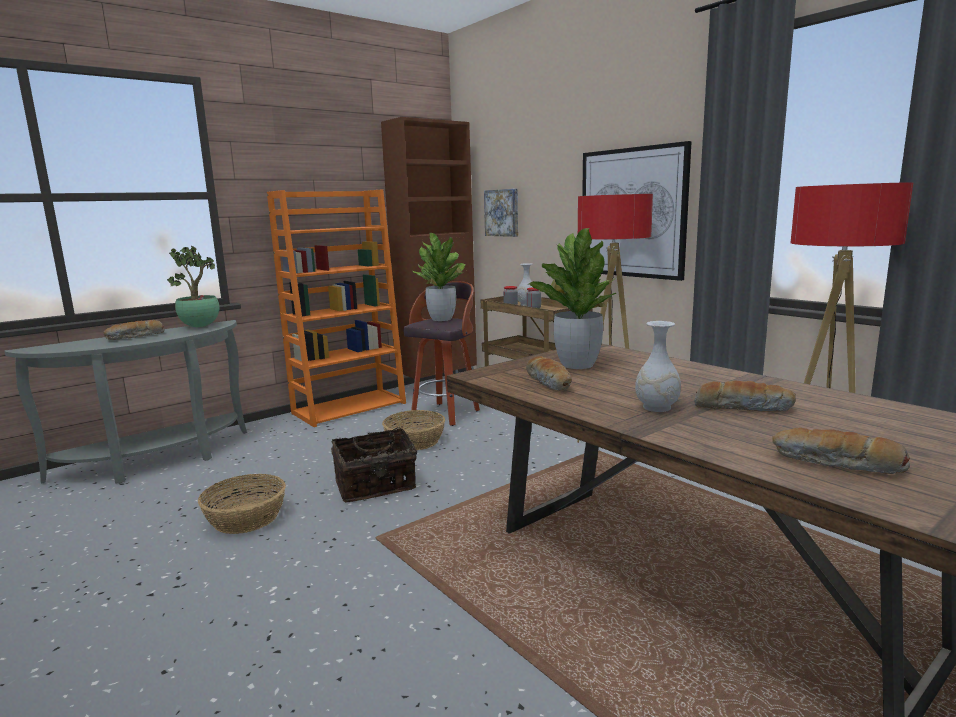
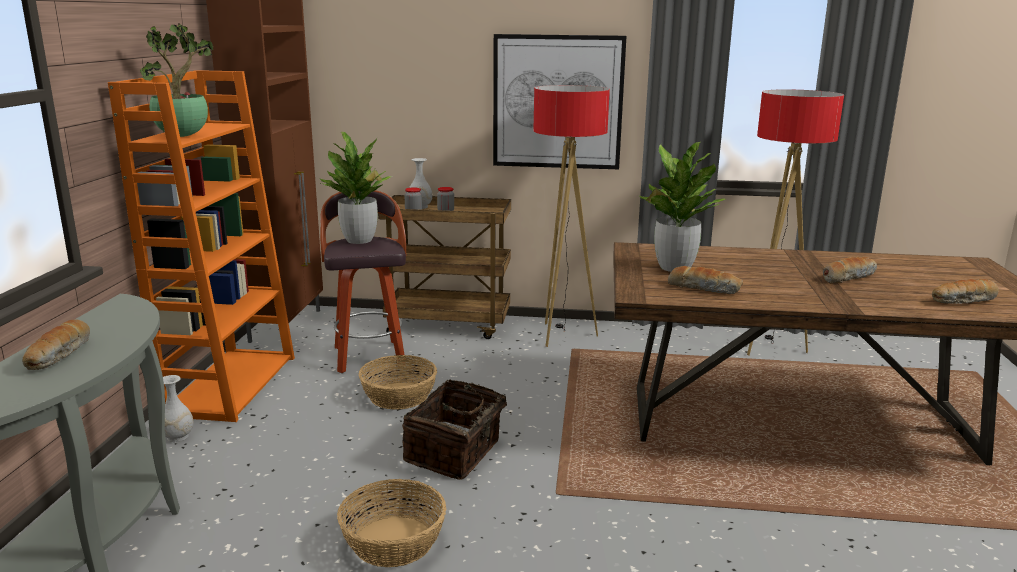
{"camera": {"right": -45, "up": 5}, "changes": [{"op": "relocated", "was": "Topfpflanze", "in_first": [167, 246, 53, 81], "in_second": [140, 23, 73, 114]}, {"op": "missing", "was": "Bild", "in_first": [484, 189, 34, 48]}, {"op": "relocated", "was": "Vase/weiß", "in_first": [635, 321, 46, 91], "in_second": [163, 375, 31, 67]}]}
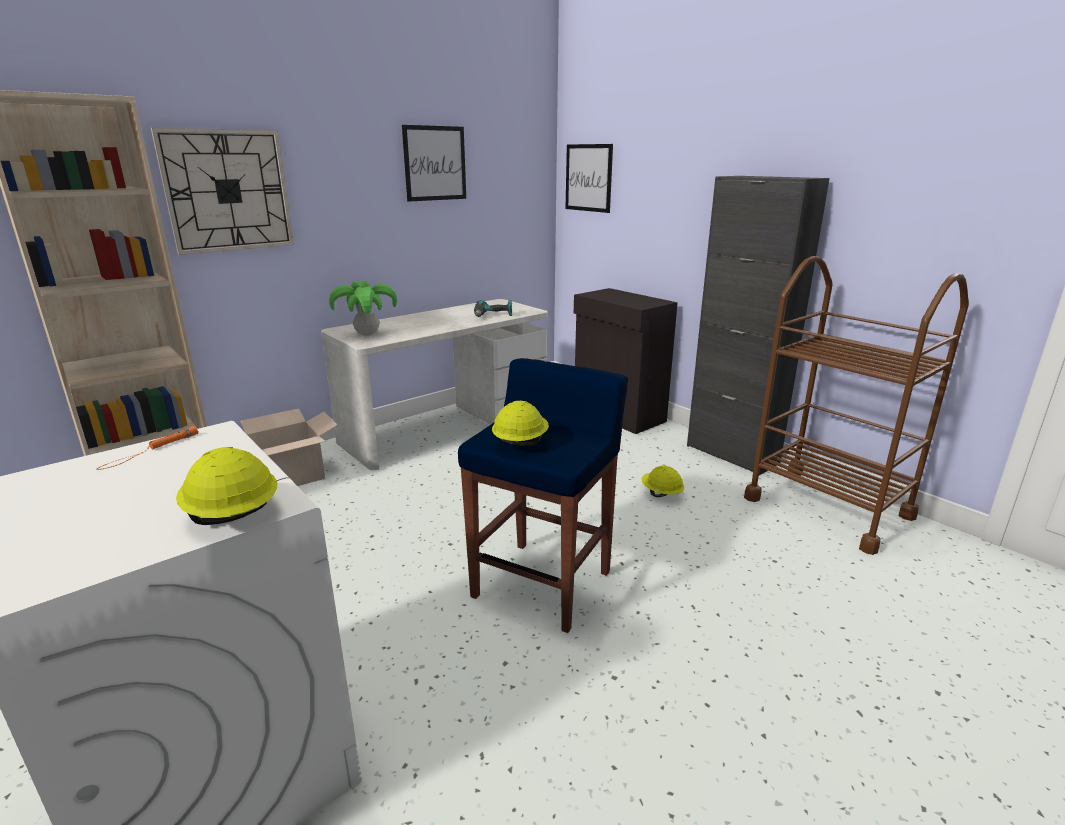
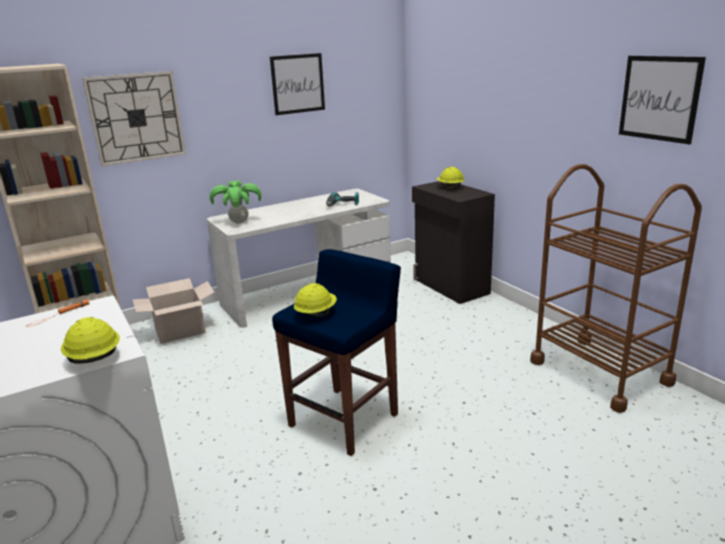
{"camera": {"right": 10, "up": 0}, "changes": [{"op": "relocated", "was": "Bild", "in_first": [566, 144, 47, 69], "in_second": [619, 56, 87, 88]}, {"op": "relocated", "was": "Schutzhelm/gelb", "in_first": [641, 465, 43, 32], "in_second": [437, 167, 27, 22]}, {"op": "missing", "was": "Schrank/schwarz", "in_first": [687, 176, 143, 299]}]}
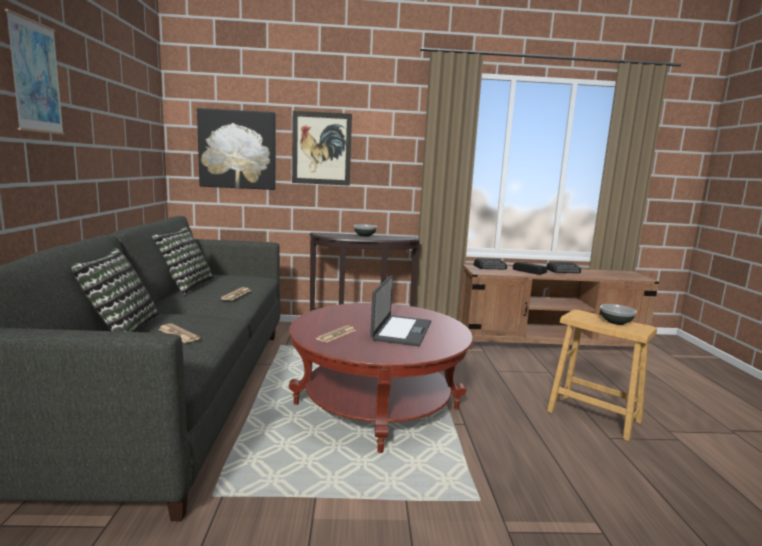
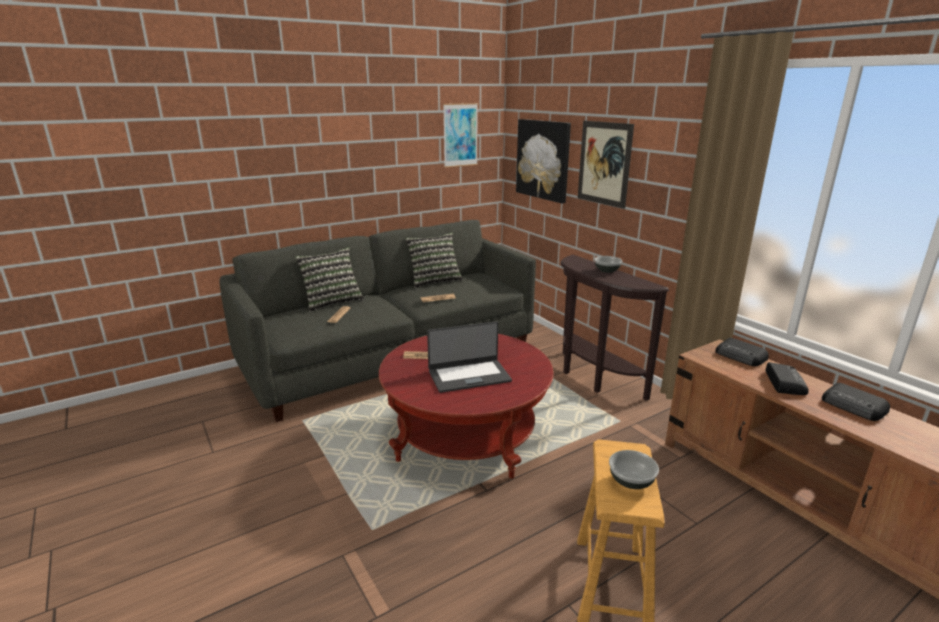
{"camera": {"right": 60, "up": 10}, "changes": [{"op": "relocated", "was": "Bild", "in_first": [5, 9, 59, 125], "in_second": [443, 103, 35, 65]}]}
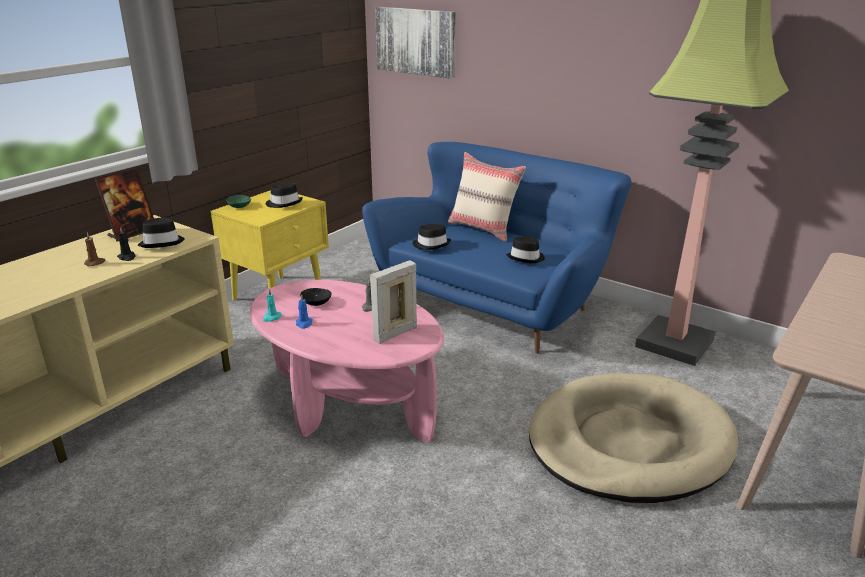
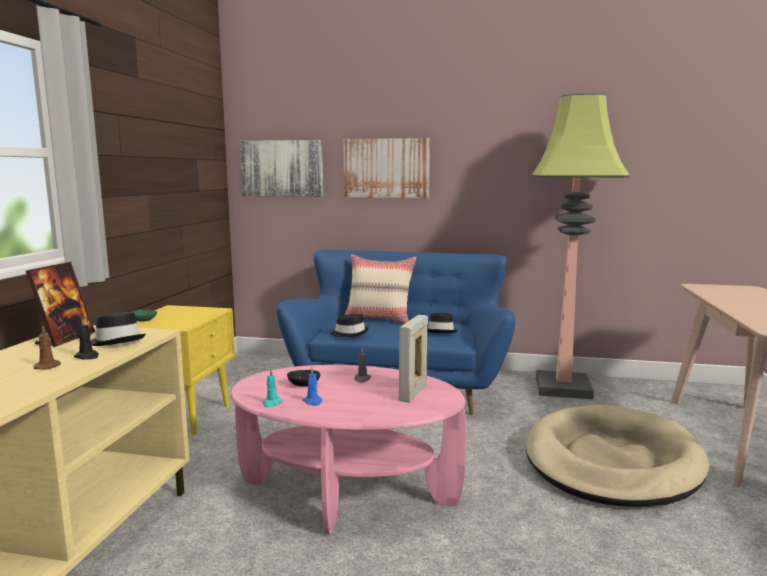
{"camera": {"right": -25, "up": -15}, "changes": [{"op": "missing", "was": "Hut/schwarz", "in_first": [266, 184, 37, 24]}, {"op": "appeared", "now": "Bild", "in_second": [343, 138, 87, 60]}]}
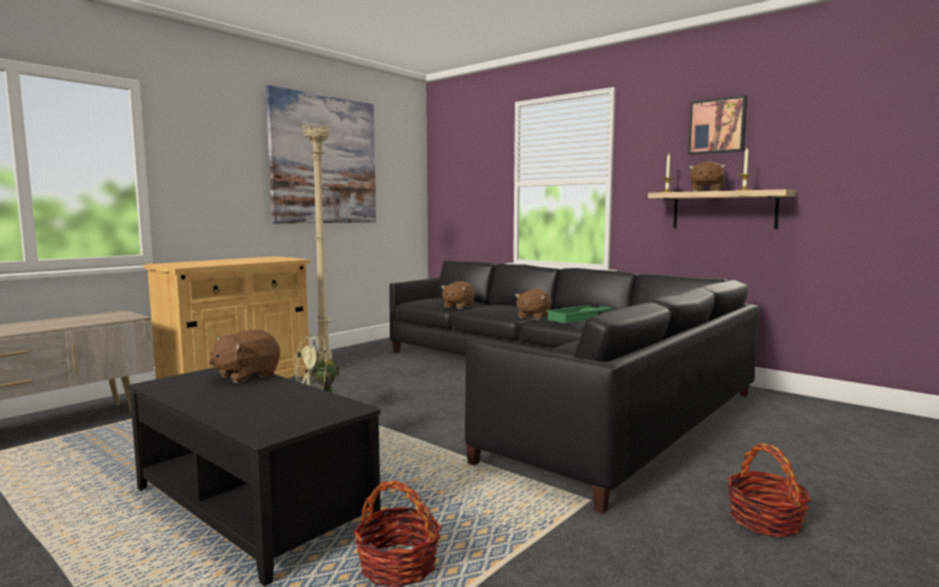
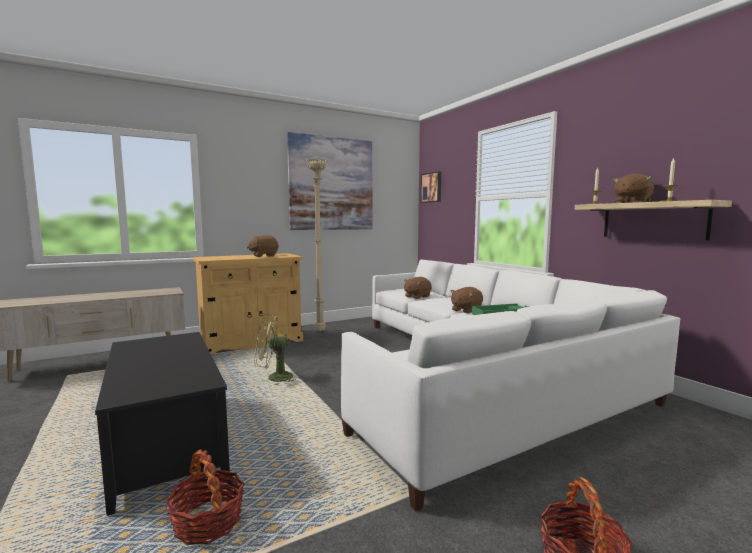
{"camera": {"right": 20, "up": 0}, "changes": [{"op": "relocated", "was": "Plüschtier/braun", "in_first": [209, 330, 71, 53], "in_second": [247, 235, 32, 22]}, {"op": "colour", "was": "Sofa/schwarz", "now": "Sofa/weiß", "in_first": [389, 261, 370, 253], "in_second": [341, 260, 339, 252]}, {"op": "relocated", "was": "Bild", "in_first": [688, 95, 59, 60], "in_second": [420, 171, 21, 32]}]}
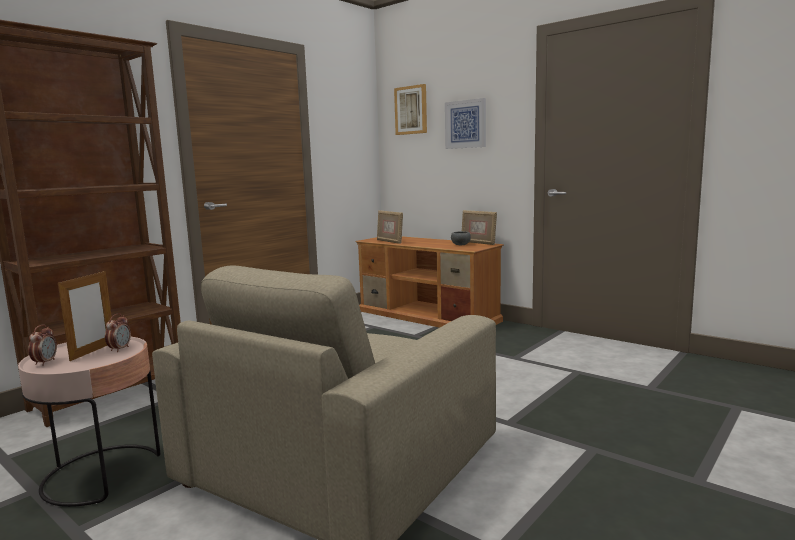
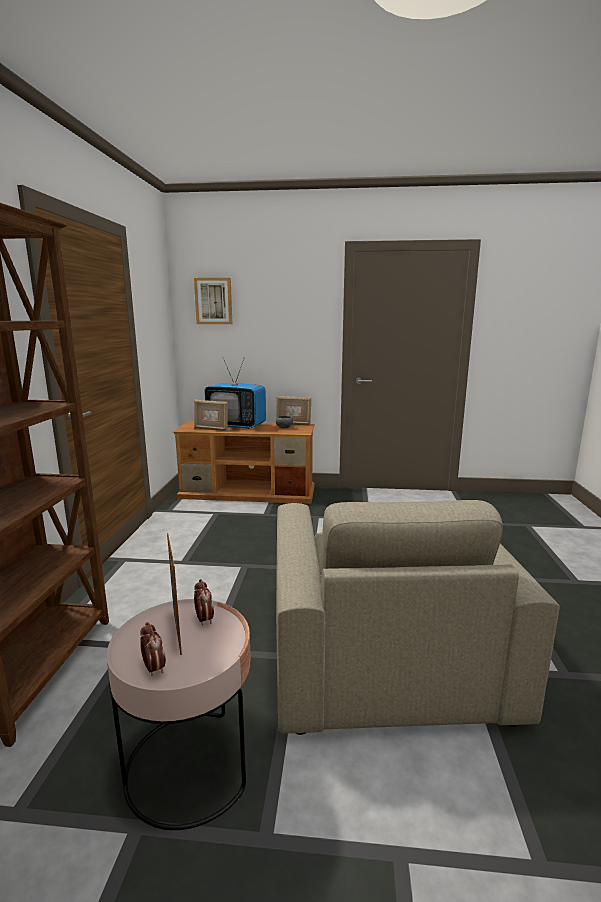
{"camera": {"right": -35, "up": 5}, "changes": [{"op": "missing", "was": "Bild", "in_first": [445, 98, 41, 51]}, {"op": "appeared", "now": "Fernseher", "in_second": [204, 357, 62, 72]}]}
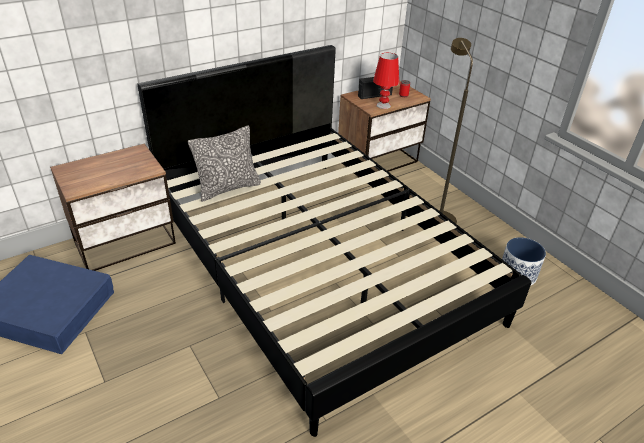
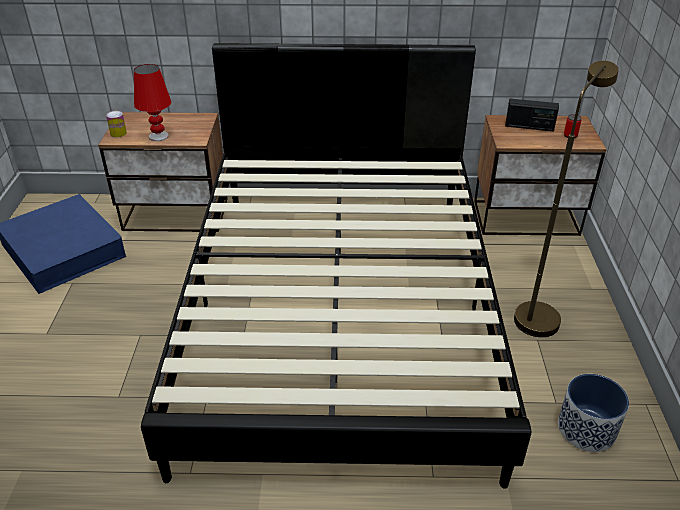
{"camera": {"right": 35, "up": 0}, "changes": [{"op": "missing", "was": "Kissen", "in_first": [188, 126, 73, 76]}, {"op": "relocated", "was": "Tischlampe/rot", "in_first": [373, 53, 26, 56], "in_second": [134, 64, 37, 77]}, {"op": "appeared", "now": "Dose", "in_second": [106, 111, 21, 26]}]}
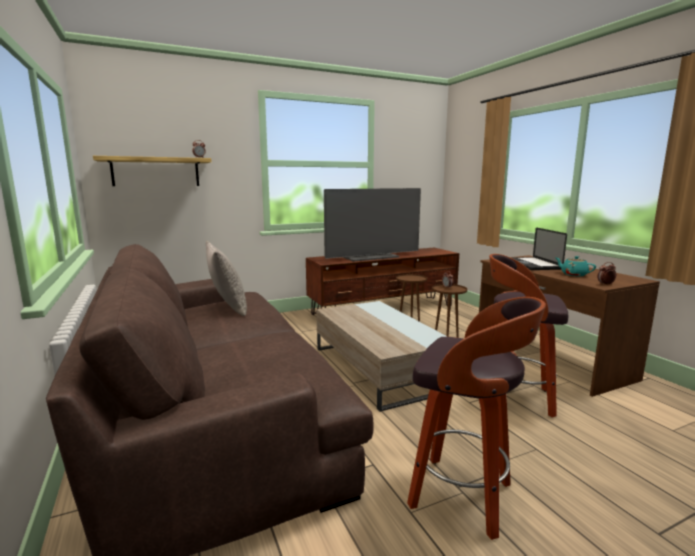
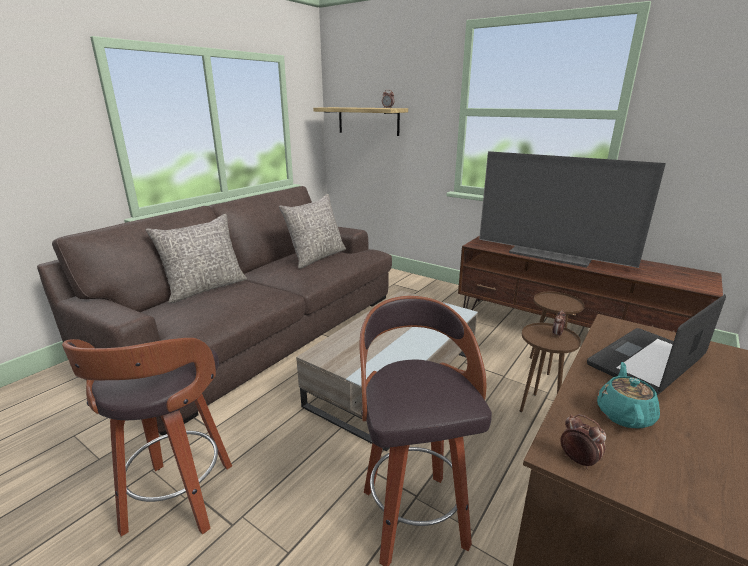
{"camera": {"right": 60, "up": 10}, "changes": [{"op": "appeared", "now": "Kissen/grau", "in_second": [146, 214, 101, 89]}]}
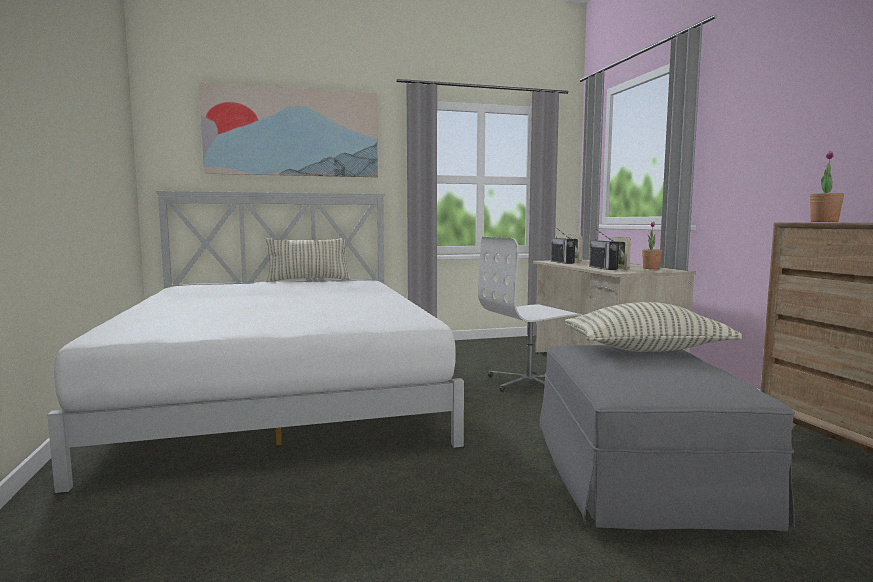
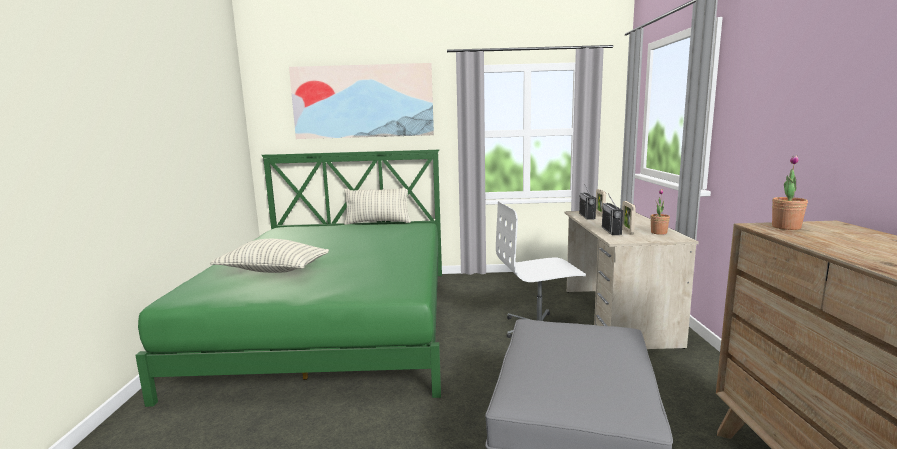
{"camera": {"right": 15, "up": 5}, "changes": [{"op": "colour", "was": "Bett/weiß", "now": "Bett/grün", "in_first": [47, 191, 417, 302], "in_second": [135, 150, 307, 257]}, {"op": "relocated", "was": "Kissen", "in_first": [565, 302, 177, 50], "in_second": [210, 239, 119, 34]}]}
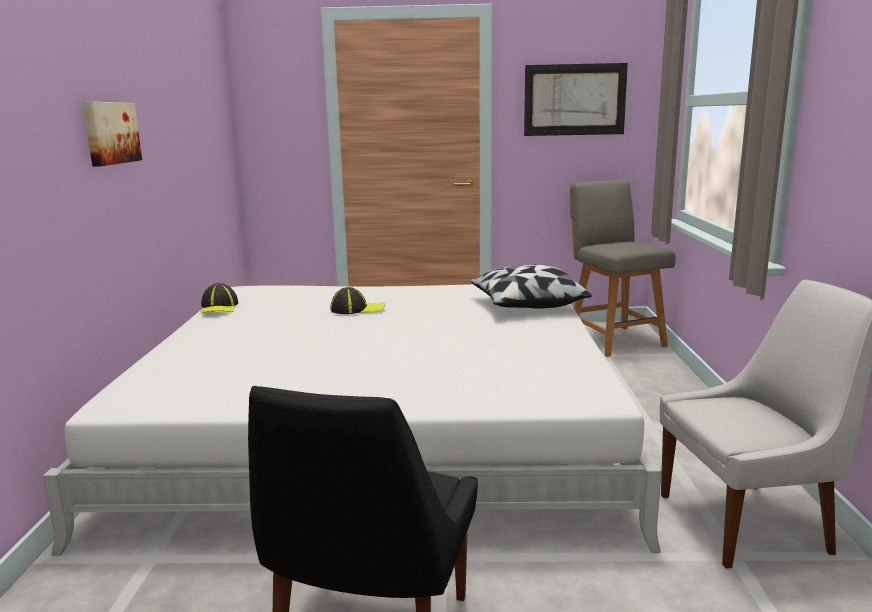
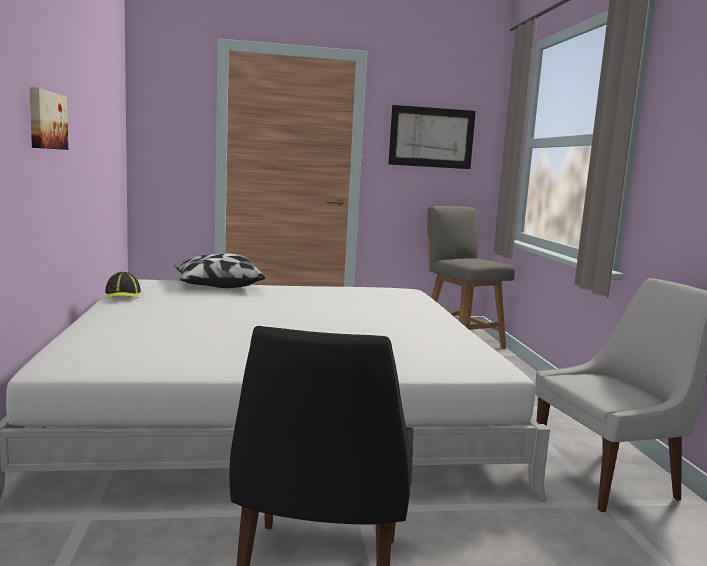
{"camera": {"right": -10, "up": -5}, "changes": [{"op": "missing", "was": "Kappe", "in_first": [330, 287, 55, 27]}, {"op": "relocated", "was": "Kissen", "in_first": [470, 264, 122, 45], "in_second": [174, 253, 91, 35]}]}
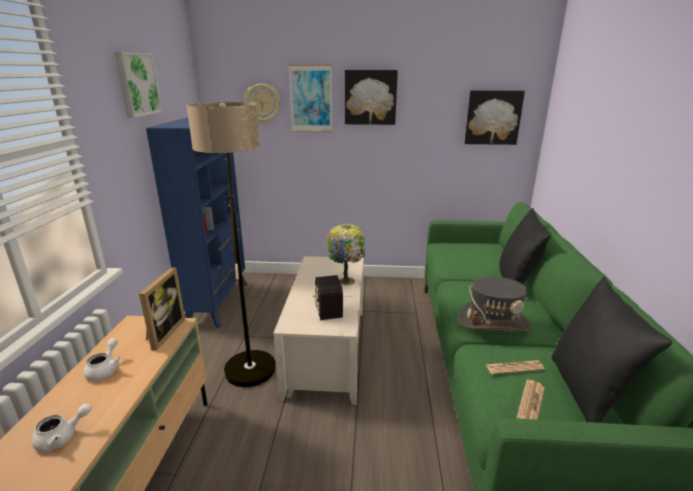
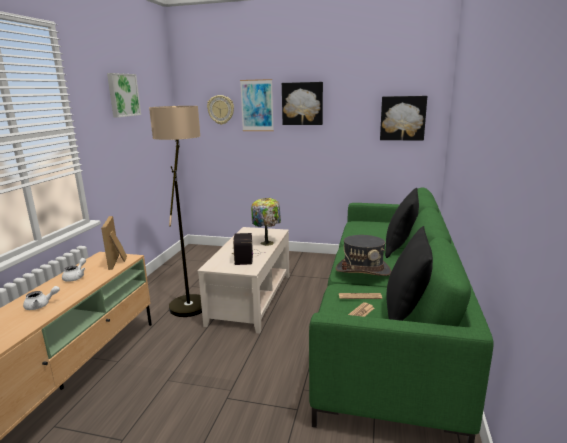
{"camera": {"right": 10, "up": -5}, "changes": [{"op": "spun", "was": "Bilderrahmen", "in_first": [139, 267, 46, 84], "in_second": [101, 216, 26, 54], "clockwise": 150}, {"op": "missing", "was": "Bücherregal/blau", "in_first": [146, 117, 101, 211]}]}
